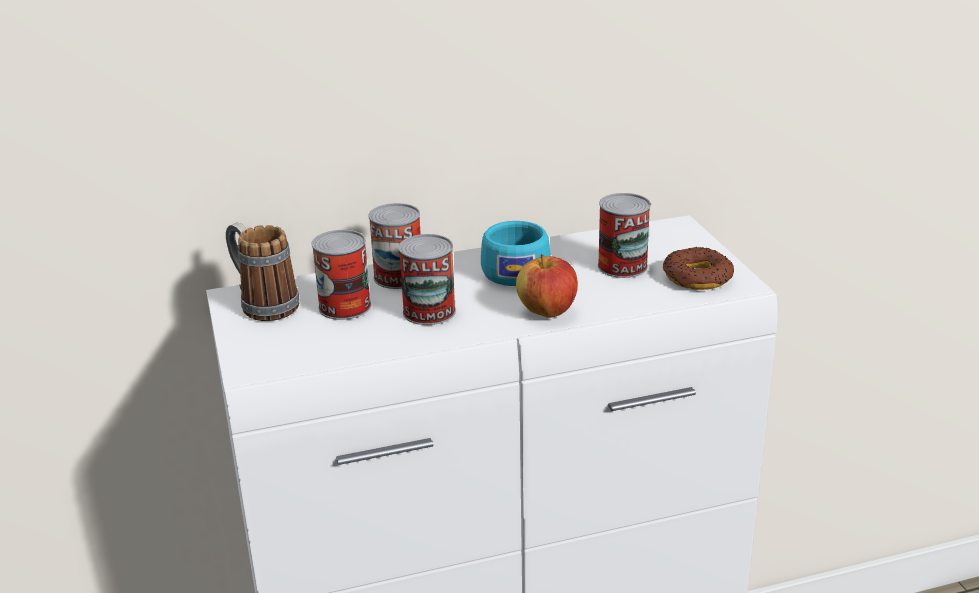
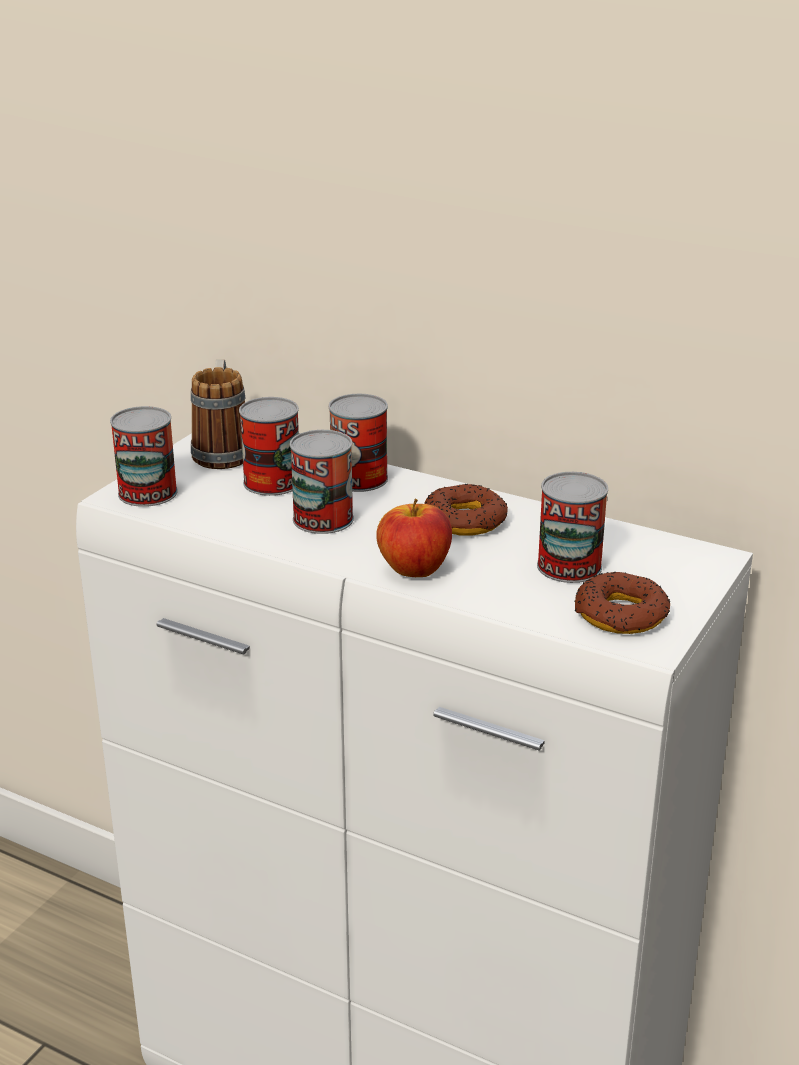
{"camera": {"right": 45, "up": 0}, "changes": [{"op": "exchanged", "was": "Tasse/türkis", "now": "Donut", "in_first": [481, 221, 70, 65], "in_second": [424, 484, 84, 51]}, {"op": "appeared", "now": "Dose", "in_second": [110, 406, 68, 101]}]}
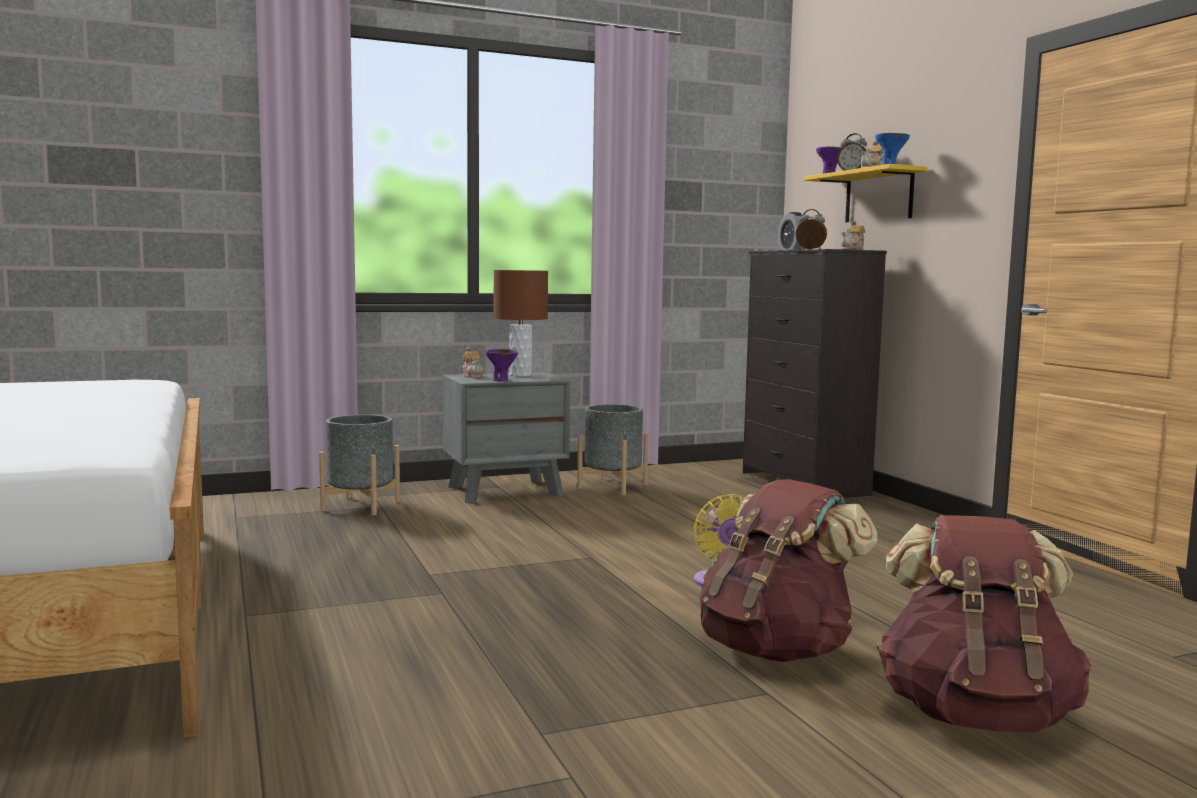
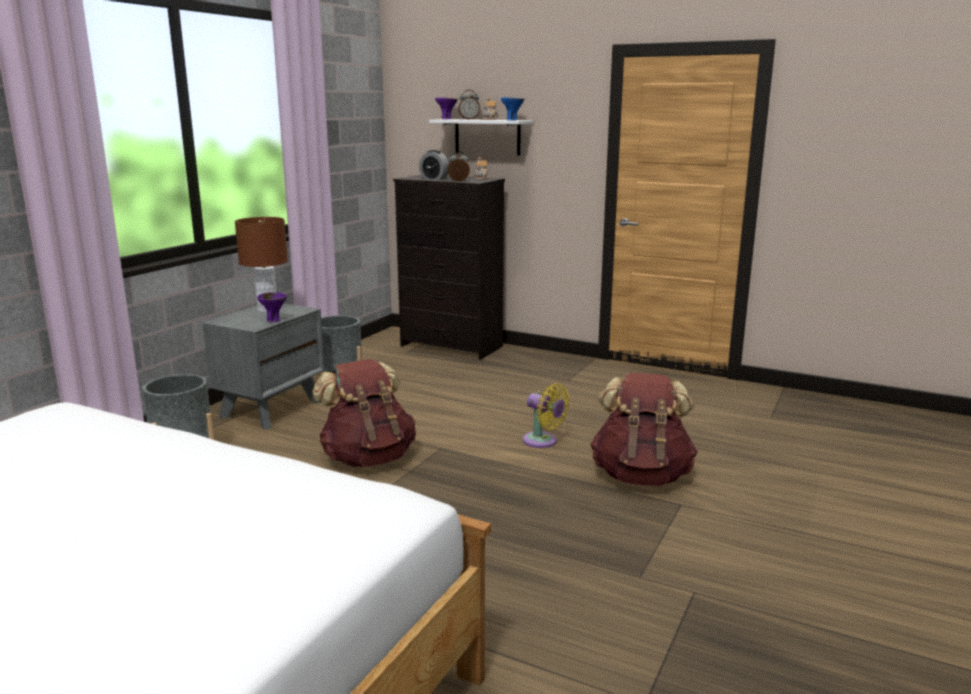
{"camera": {"right": -40, "up": 10}, "changes": [{"op": "missing", "was": "Teekanne", "in_first": [462, 347, 22, 31]}, {"op": "colour", "was": "Wandregal/gelb", "now": "Wandregal/weiß", "in_first": [804, 164, 124, 58], "in_second": [429, 119, 103, 36]}, {"op": "relocated", "was": "Rucksack/braun", "in_first": [877, 515, 214, 218], "in_second": [312, 359, 104, 108]}]}
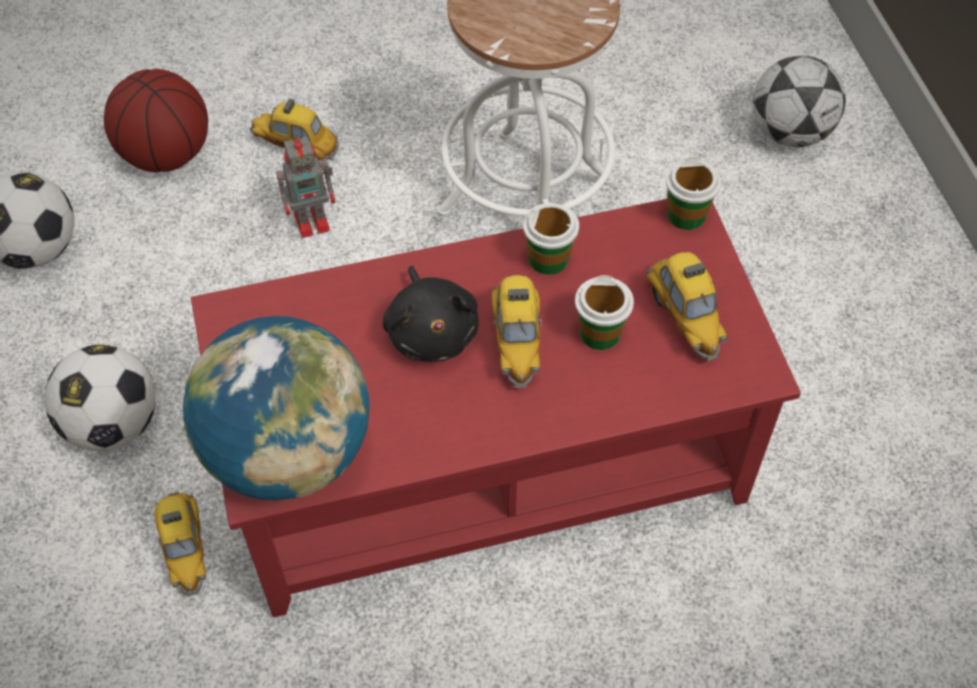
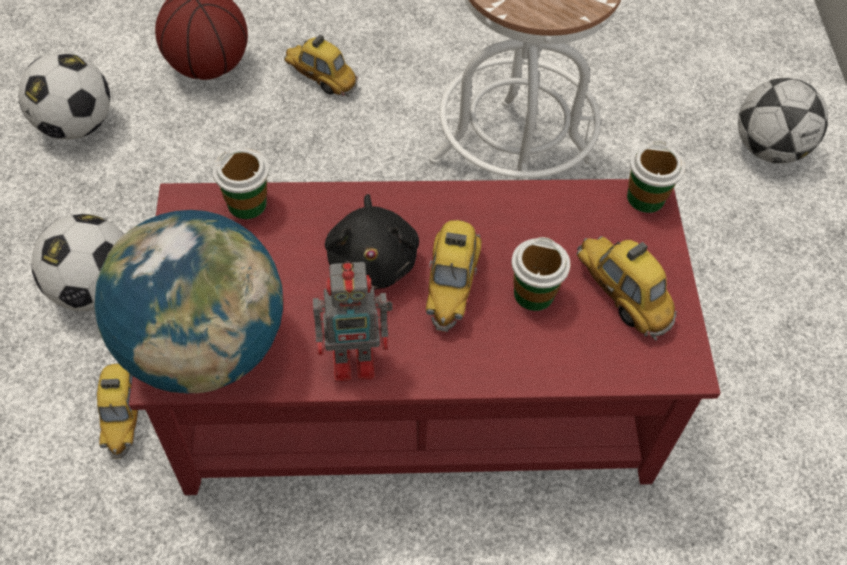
{"camera": {"right": 10, "up": 0}, "changes": [{"op": "relocated", "was": "Spielzeugroboter", "in_first": [276, 135, 60, 103], "in_second": [313, 261, 80, 121]}, {"op": "relocated", "was": "Tasse", "in_first": [523, 203, 56, 72], "in_second": [213, 148, 56, 71]}, {"op": "spun", "was": "Spielzeugauto", "in_first": [646, 252, 81, 109], "in_second": [577, 236, 101, 105], "clockwise": 150}]}
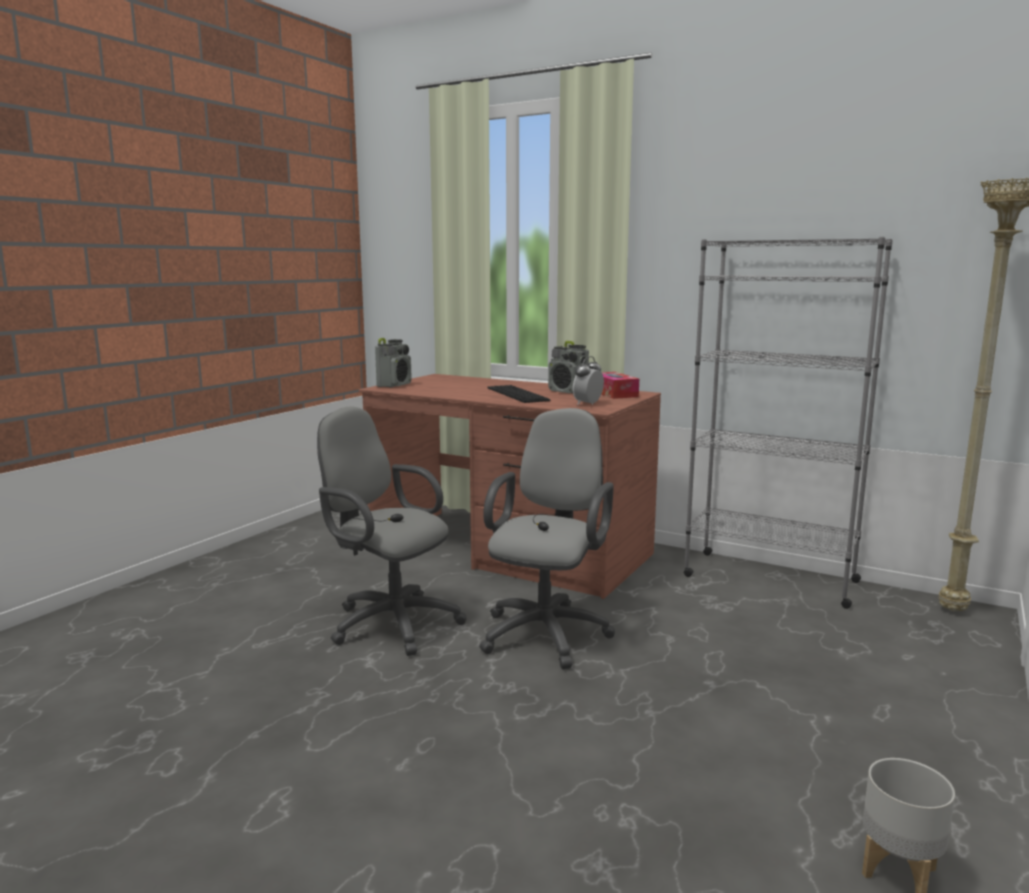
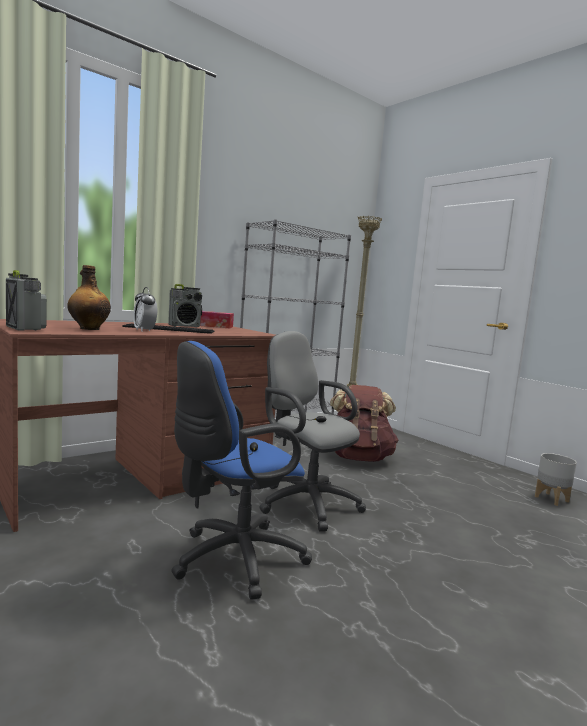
{"camera": {"right": -70, "up": -5}, "changes": [{"op": "colour", "was": "Bürostuhl/grau", "now": "Bürostuhl/blau", "in_first": [317, 407, 149, 249], "in_second": [171, 341, 141, 259]}, {"op": "relocated", "was": "Wecker", "in_first": [573, 356, 31, 49], "in_second": [133, 287, 24, 44]}, {"op": "appeared", "now": "Flasche", "in_second": [67, 265, 44, 65]}, {"op": "appeared", "now": "Rucksack/braun", "in_second": [330, 385, 68, 77]}]}
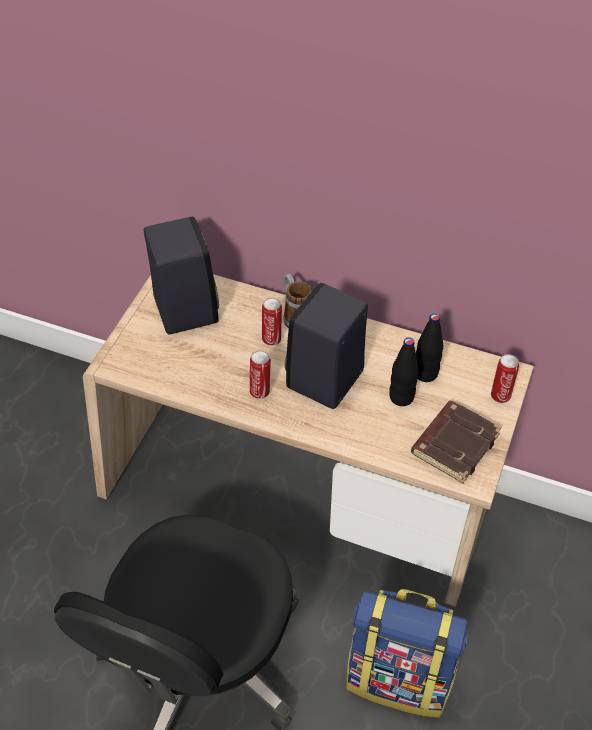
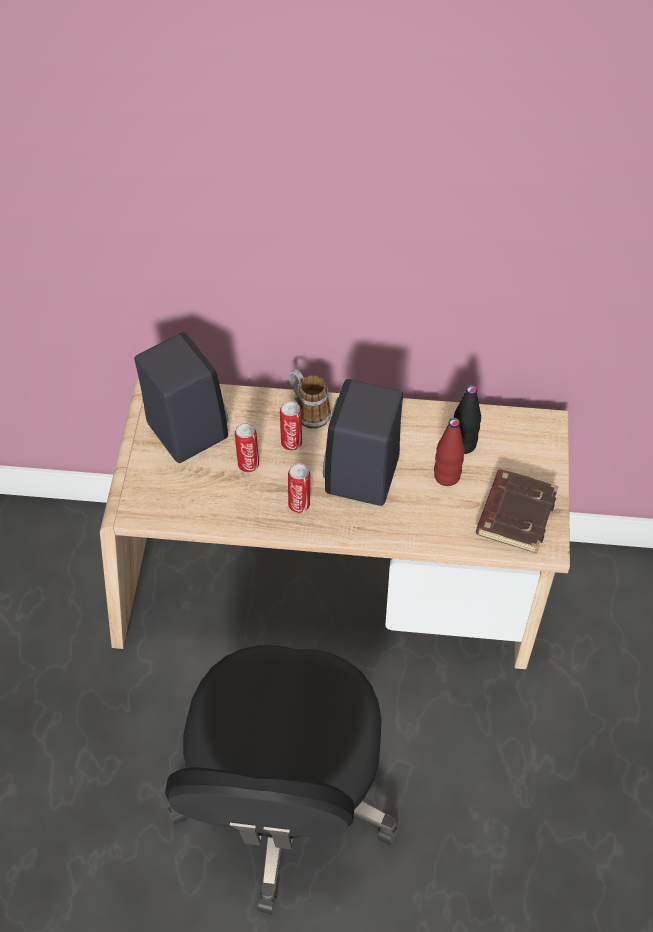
{"camera": {"right": -15, "up": 5}, "changes": [{"op": "missing", "was": "Rucksack", "in_first": [347, 589, 121, 129]}, {"op": "colour", "was": "Flasche/schwarz", "now": "Flasche/rot", "in_first": [389, 337, 30, 69], "in_second": [434, 418, 31, 68]}, {"op": "relocated", "was": "Dose", "in_first": [491, 354, 28, 49], "in_second": [235, 423, 24, 50]}]}
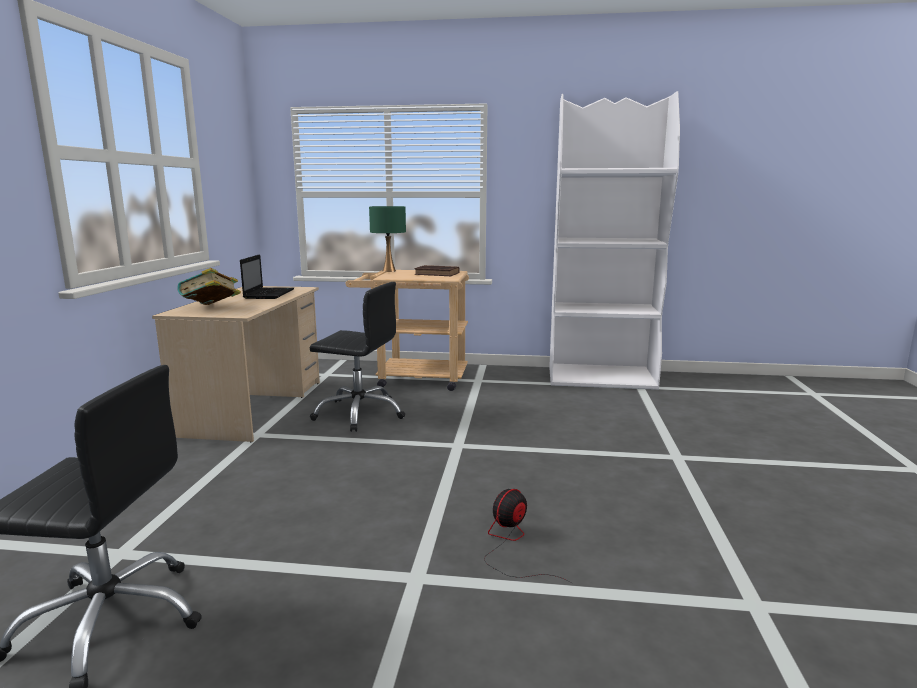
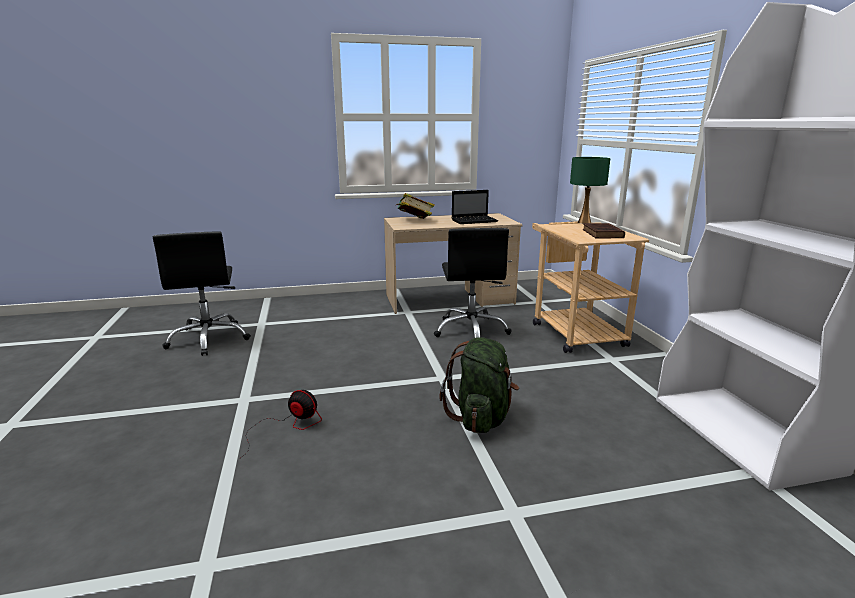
{"camera": {"right": 70, "up": 5}, "changes": [{"op": "appeared", "now": "Rucksack/grün", "in_second": [439, 337, 80, 96]}]}
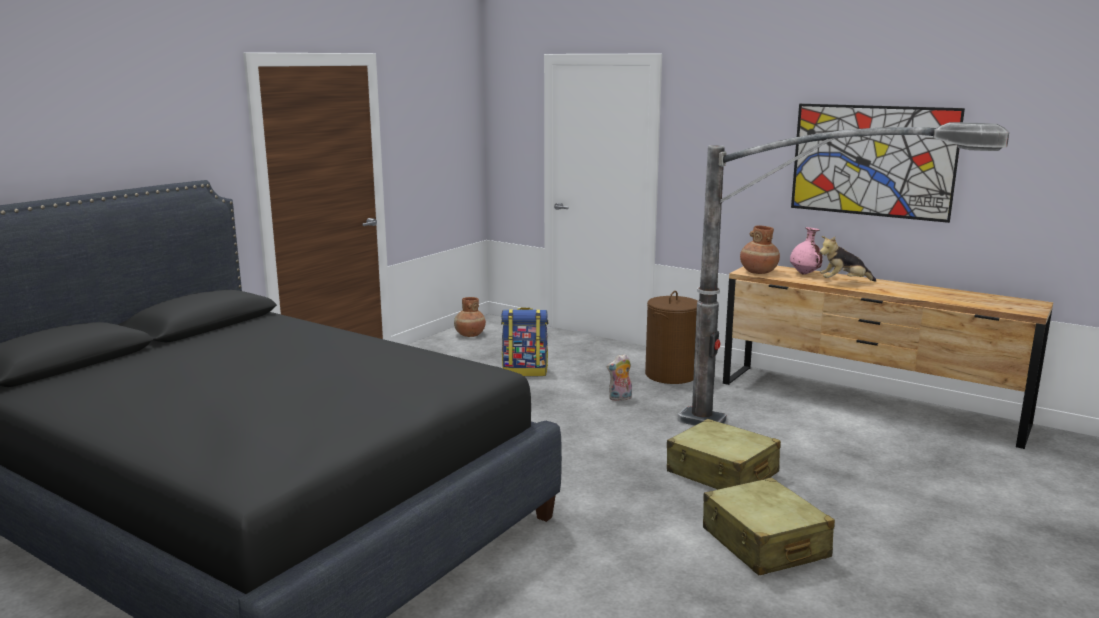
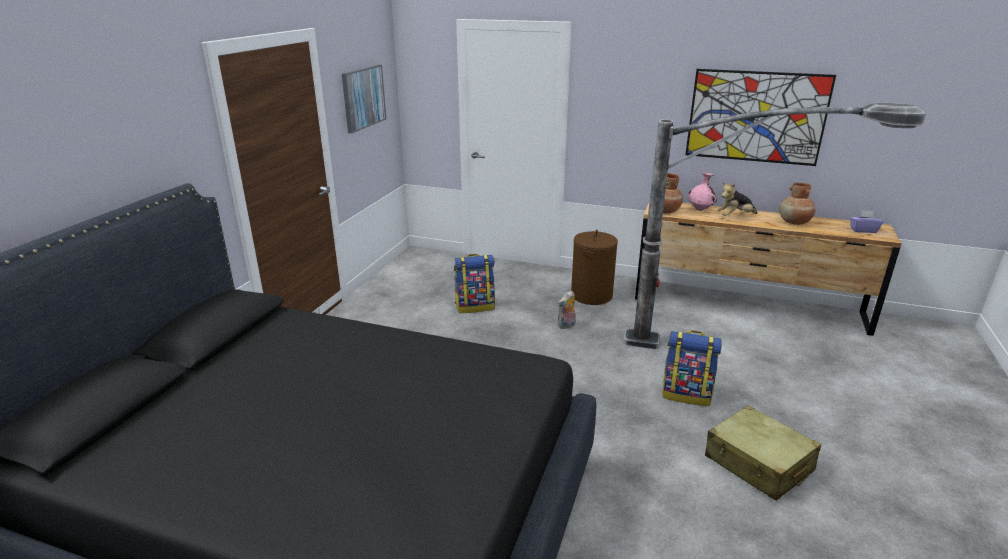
{"camera": {"right": -15, "up": 10}, "changes": [{"op": "relocated", "was": "Vase/braun", "in_first": [454, 297, 32, 40], "in_second": [779, 182, 37, 43]}, {"op": "exchanged", "was": "Koffer/beige", "now": "Rucksack", "in_first": [667, 419, 114, 70], "in_second": [663, 330, 59, 76]}, {"op": "appeared", "now": "Bild", "in_second": [342, 65, 44, 68]}, {"op": "appeared", "now": "Taschentuchbox/lila", "in_second": [850, 210, 33, 23]}]}
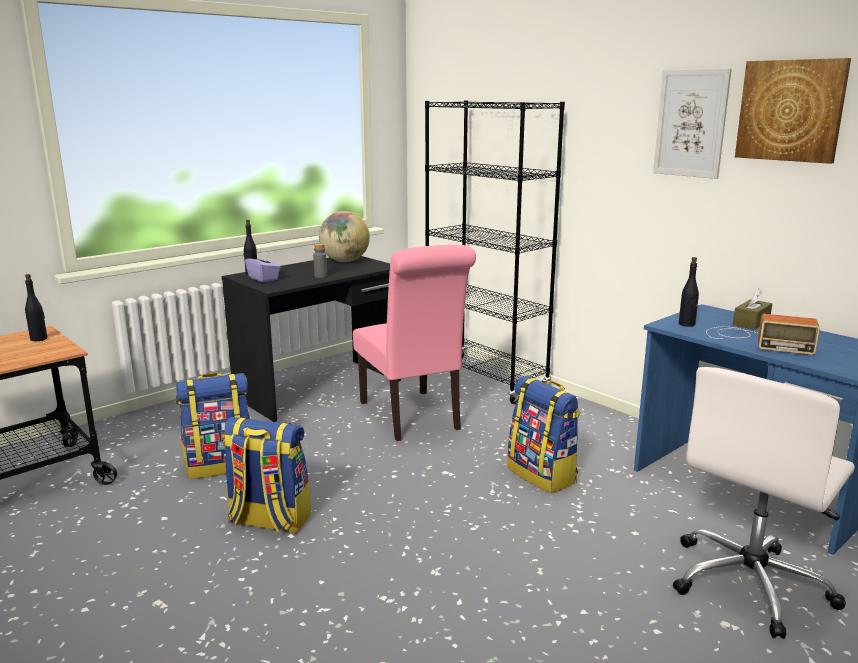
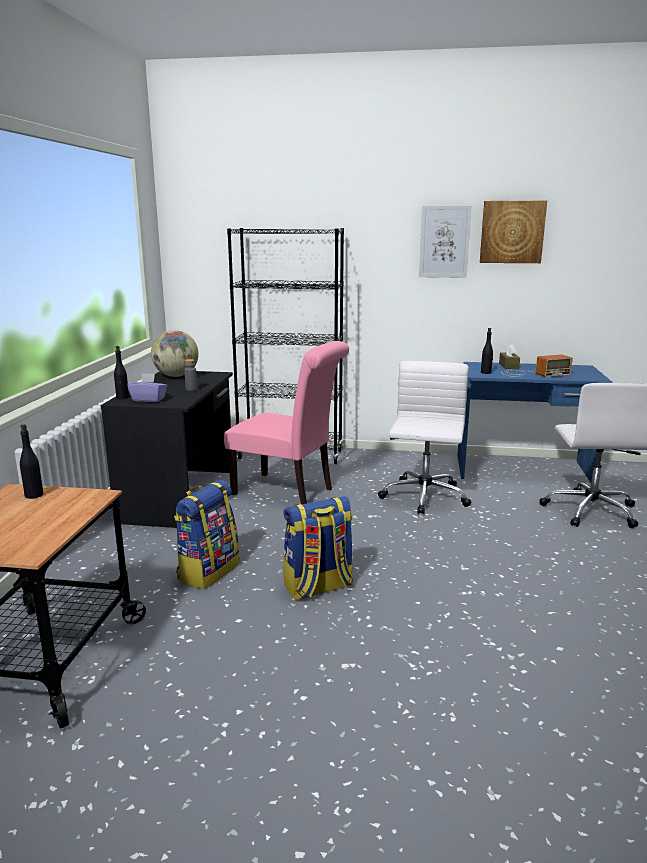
{"camera": {"right": -40, "up": 0}, "changes": [{"op": "exchanged", "was": "Rucksack", "now": "Bürostuhl/weiß", "in_first": [507, 376, 73, 117], "in_second": [378, 361, 93, 153]}]}
